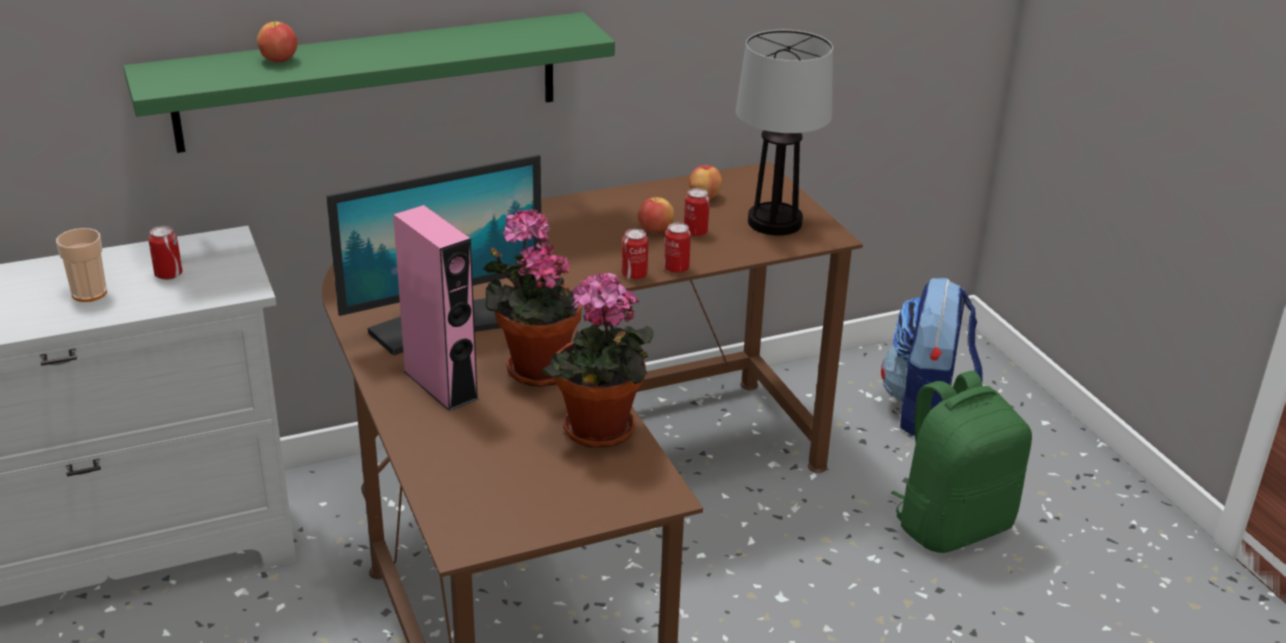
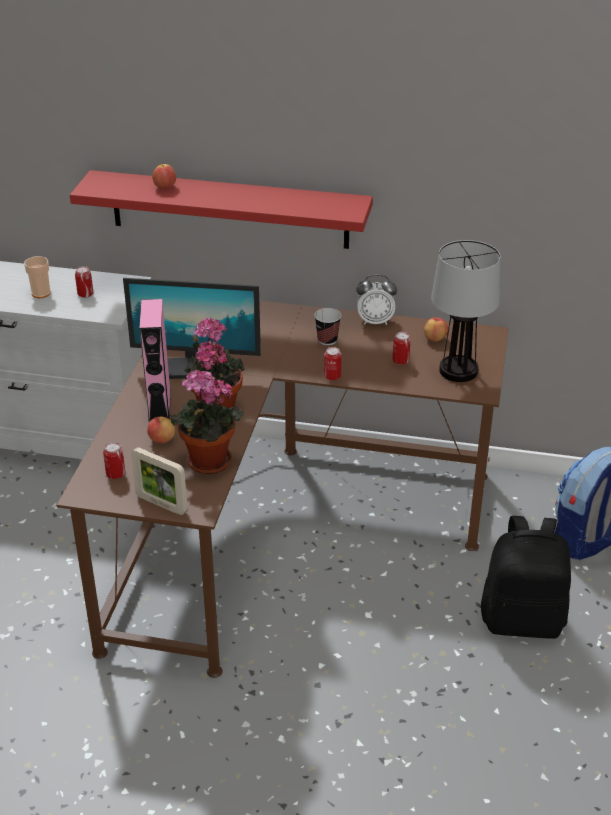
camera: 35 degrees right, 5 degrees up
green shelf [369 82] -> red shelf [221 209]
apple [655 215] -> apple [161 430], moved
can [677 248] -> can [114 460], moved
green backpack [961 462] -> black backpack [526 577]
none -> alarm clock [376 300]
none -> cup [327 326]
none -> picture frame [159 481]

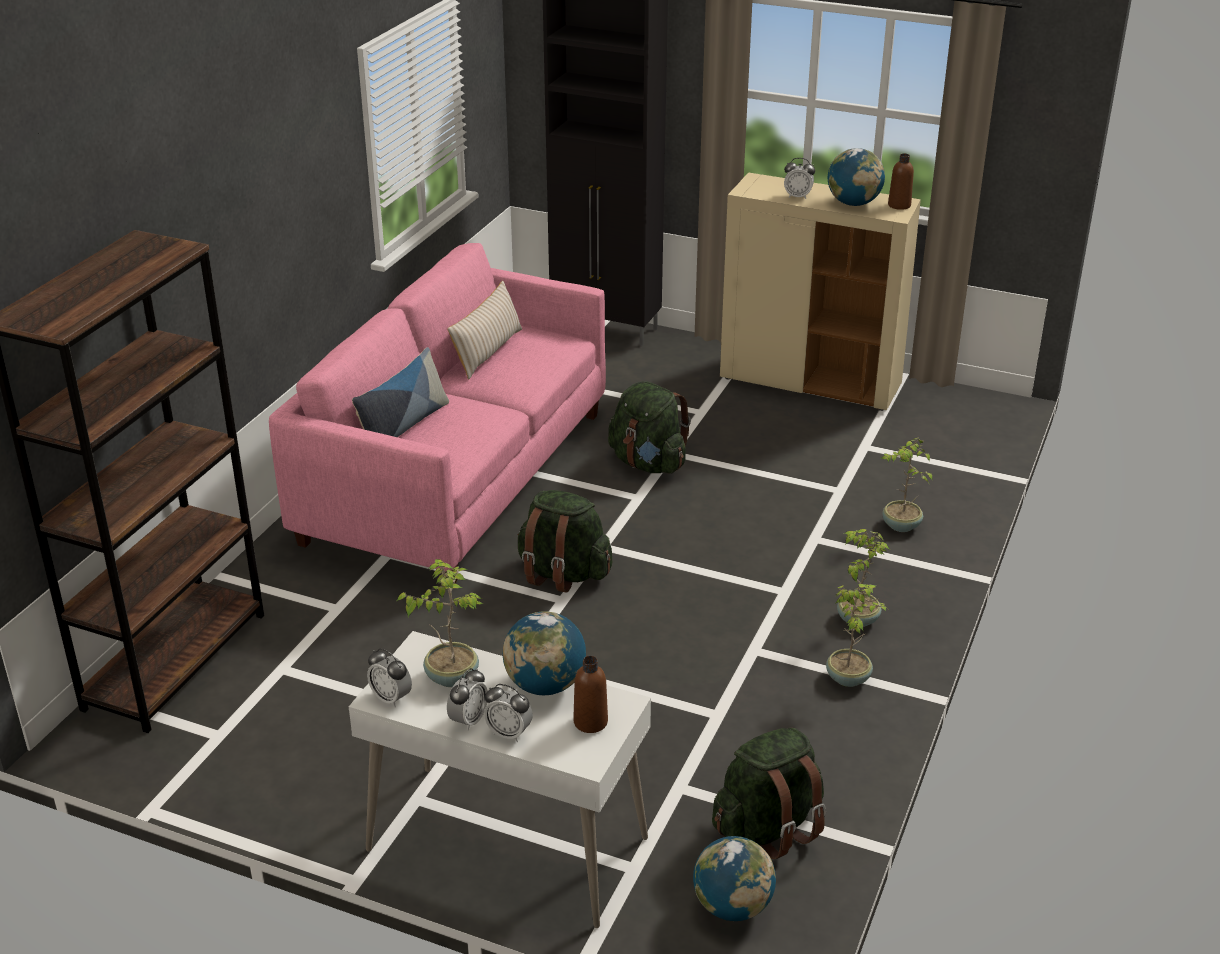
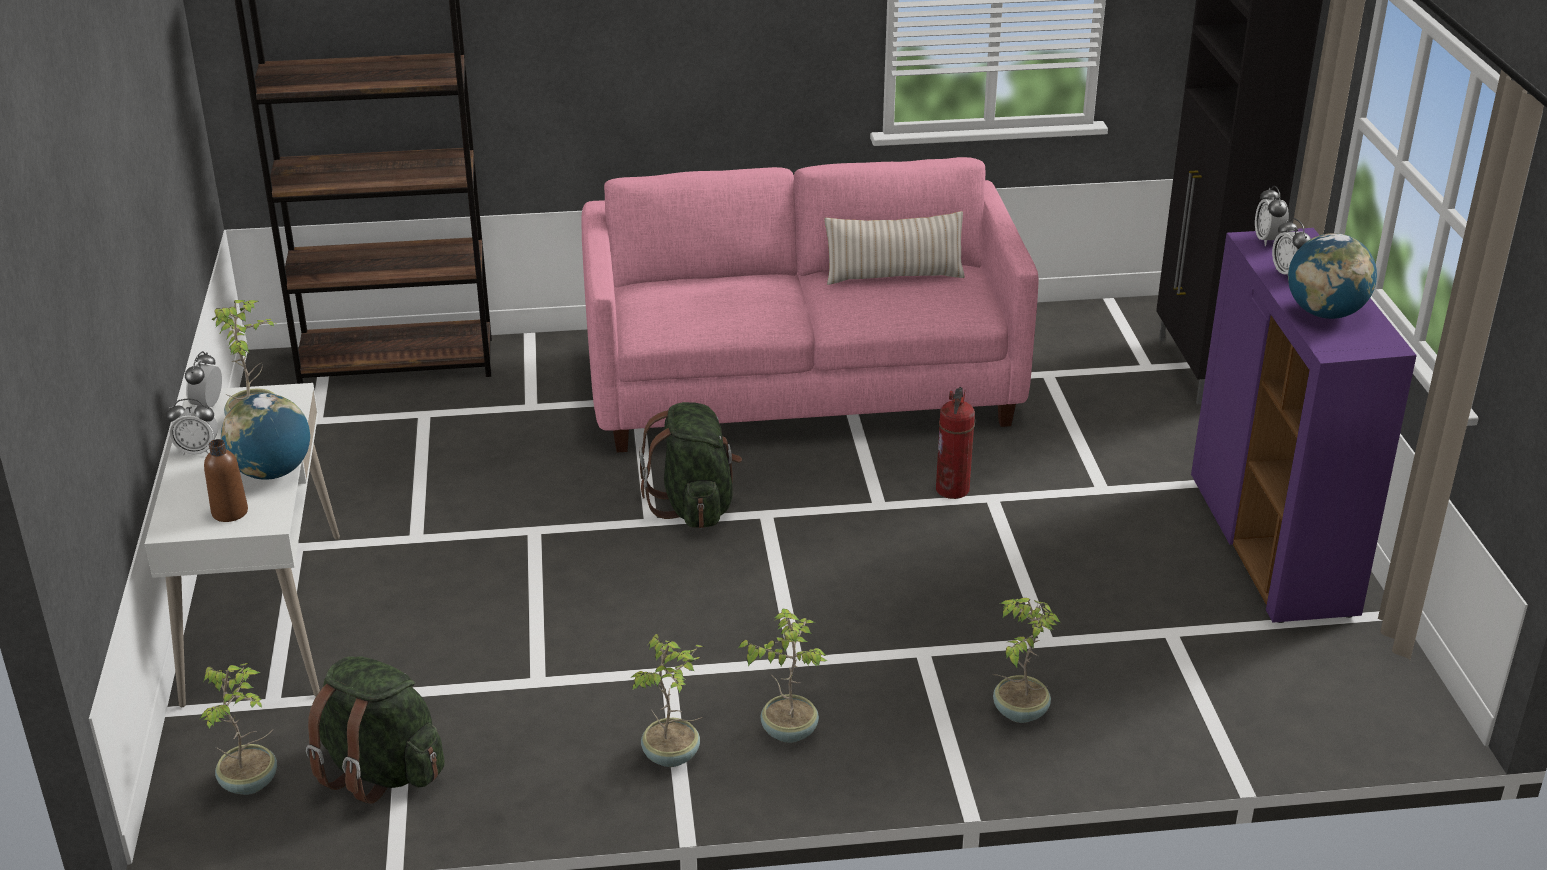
camera: 60 degrees right, 0 degrees up
brown bottle [901 181] -> none
beige cabinet [820 291] -> purple cabinet [1304 425]
pillow [400 392] -> none
green backpack [649 427] -> fire extinguisher [955 443]
alarm clock [508 713] -> alarm clock [1272 216], moved
globe [734 878] -> potted plant [238 729]

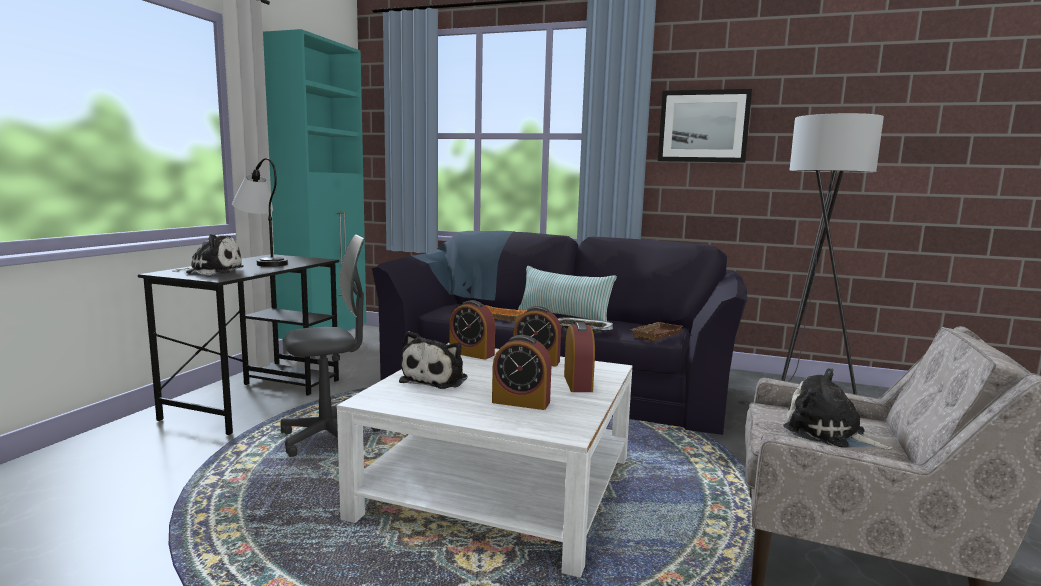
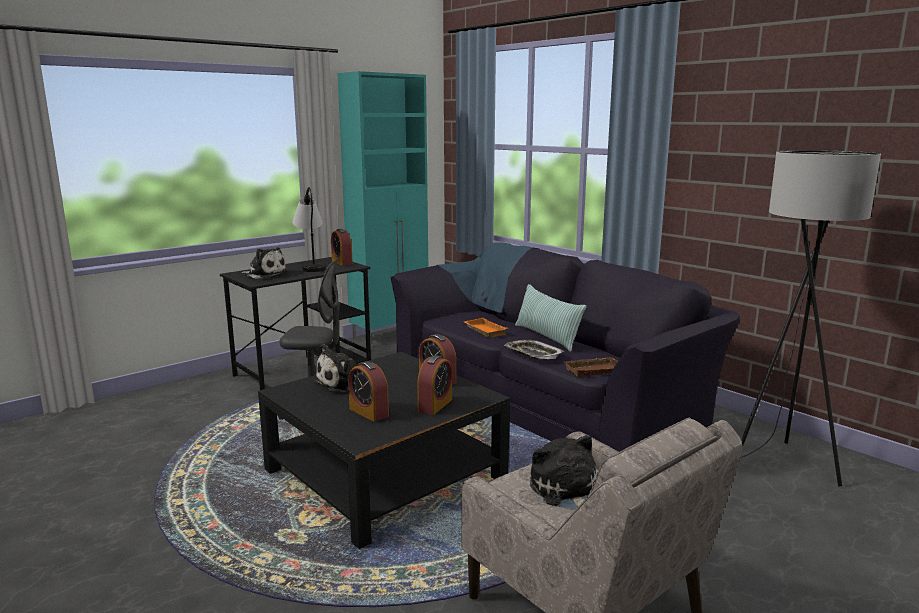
camera: 30 degrees right, 5 degrees up
picture [705 126] -> none
alarm clock [472 330] -> alarm clock [342 247], moved
white coffee table [484 460] -> black coffee table [384 450]

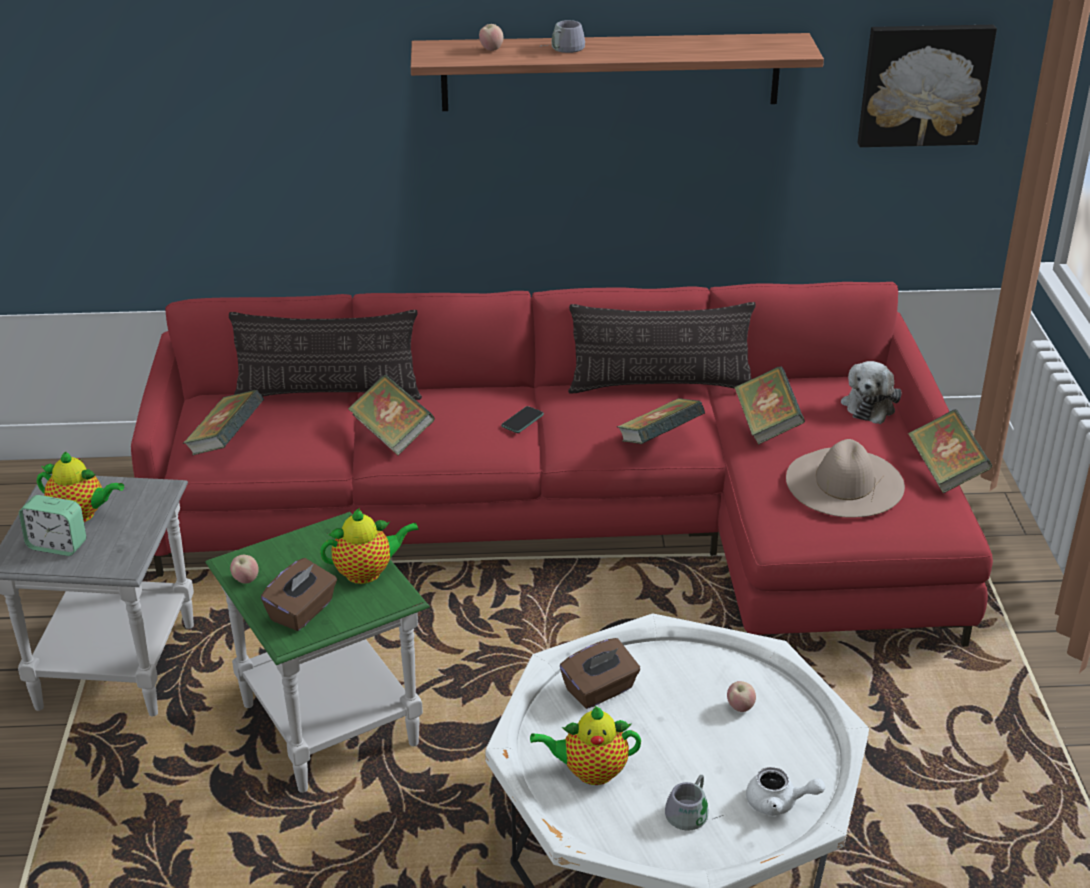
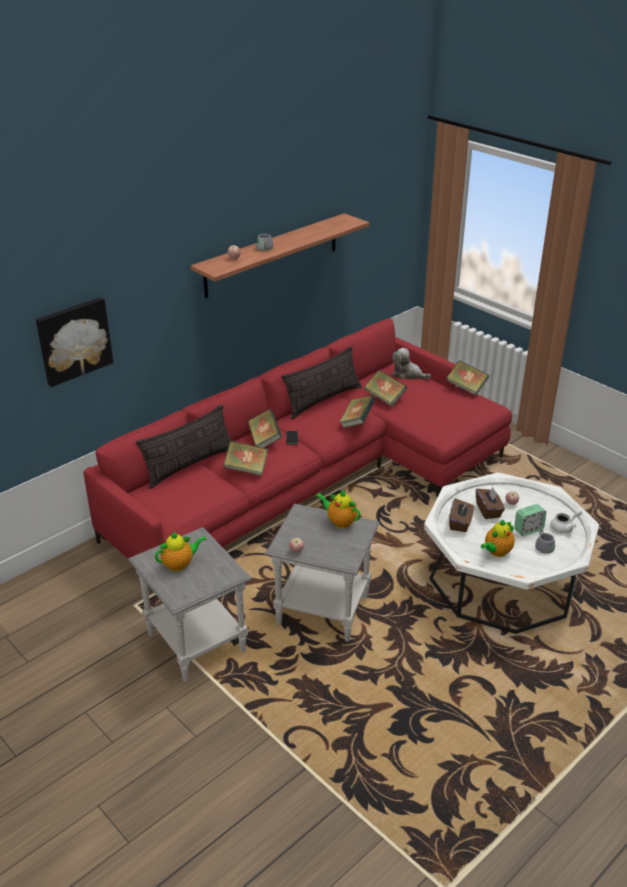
camera: 40 degrees left, 0 degrees up
picture [927 86] -> picture [74 342], moved
plush toy [871 392] -> plush toy [411 363], 135 degrees clockwise
book [223 422] -> book [265 428], moved
beige hat [845 478] -> none
alarm clock [52 525] -> alarm clock [530 520], moved
teapot [369 546] -> teapot [338 509], 90 degrees counterclockwise
green side table [318 652] -> grey side table [322 573]
brown tissue box [299 594] -> brown tissue box [490 503], moved

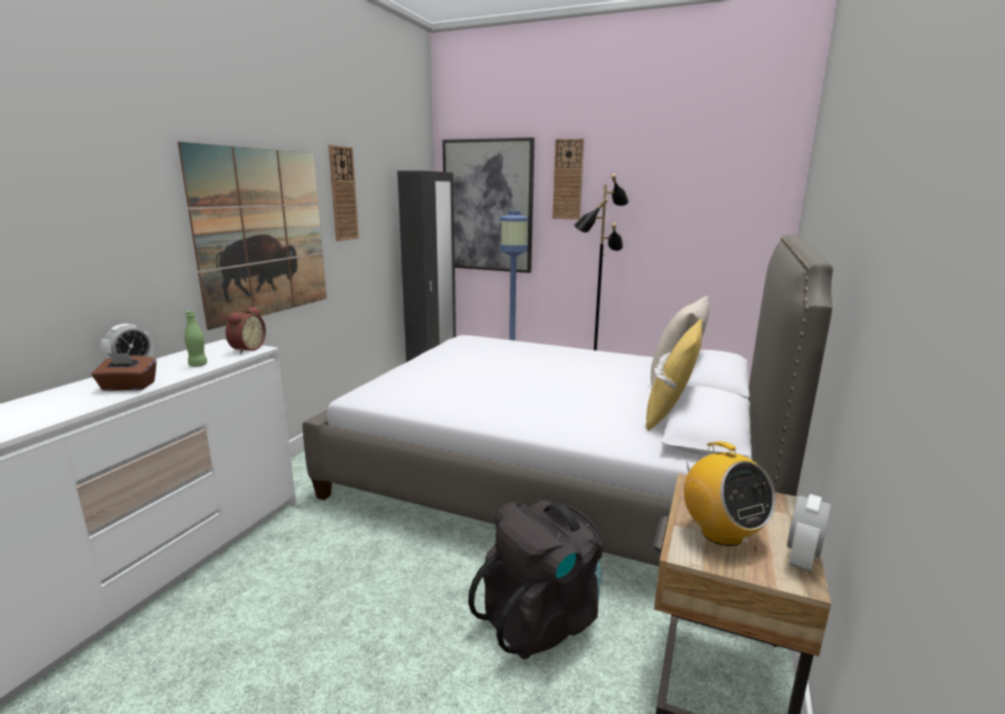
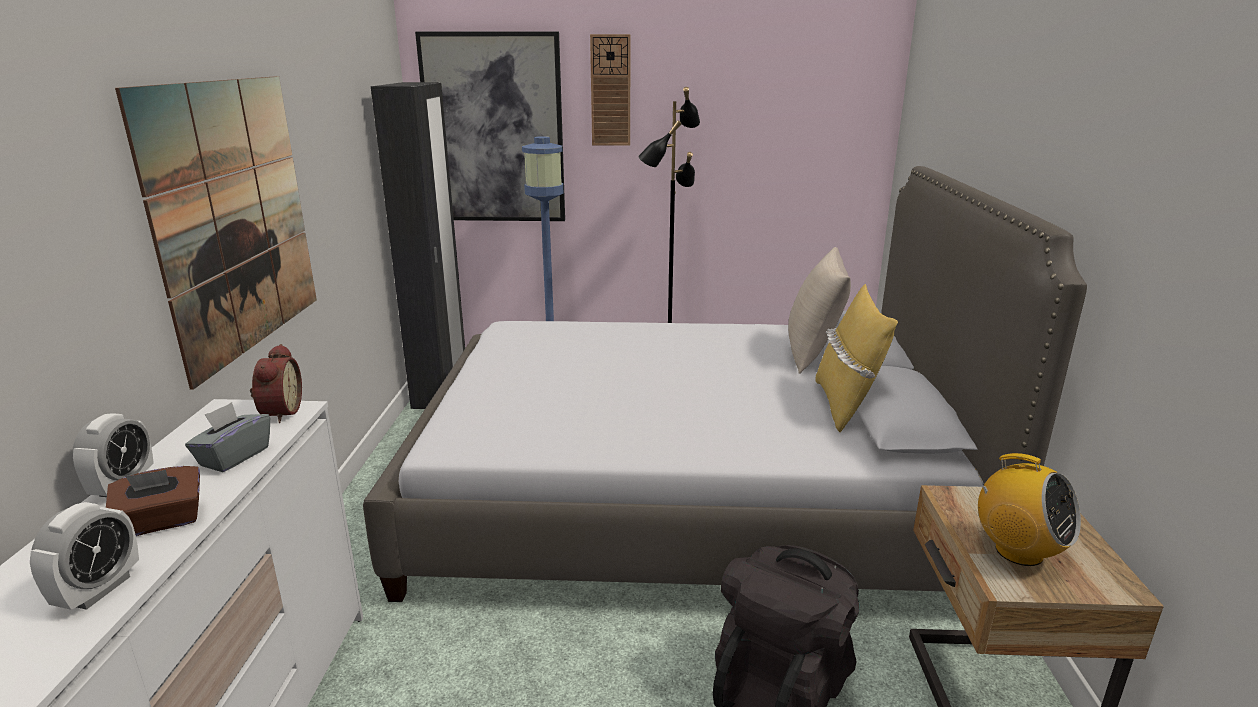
camera: 20 degrees left, 5 degrees up
wall clock [343 193] -> none
green bottle [195 338] -> grey tissue box [227 437]
alarm clock [809 533] -> alarm clock [84 556], moved

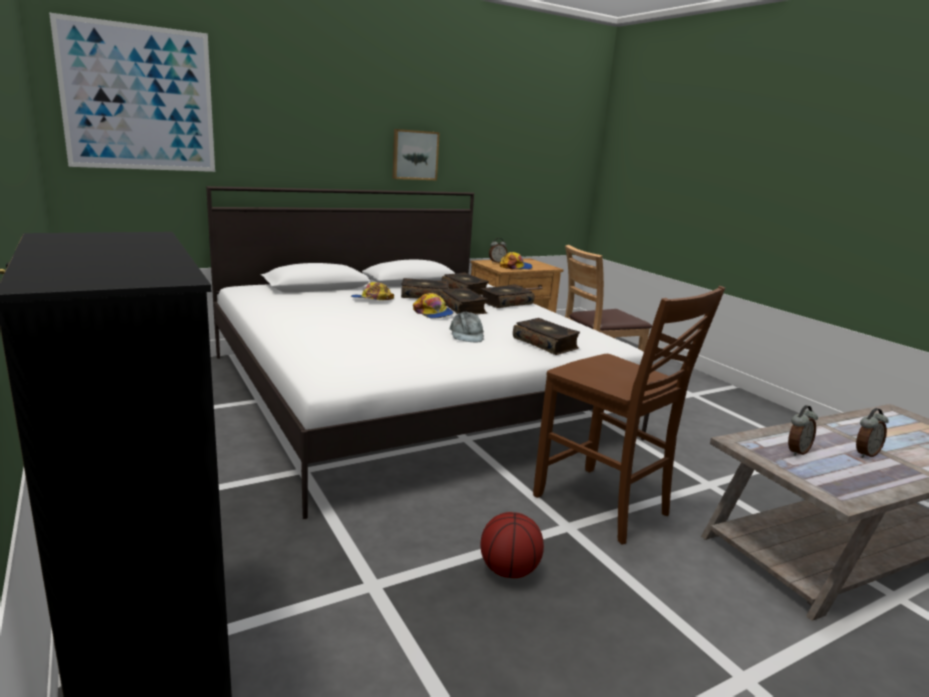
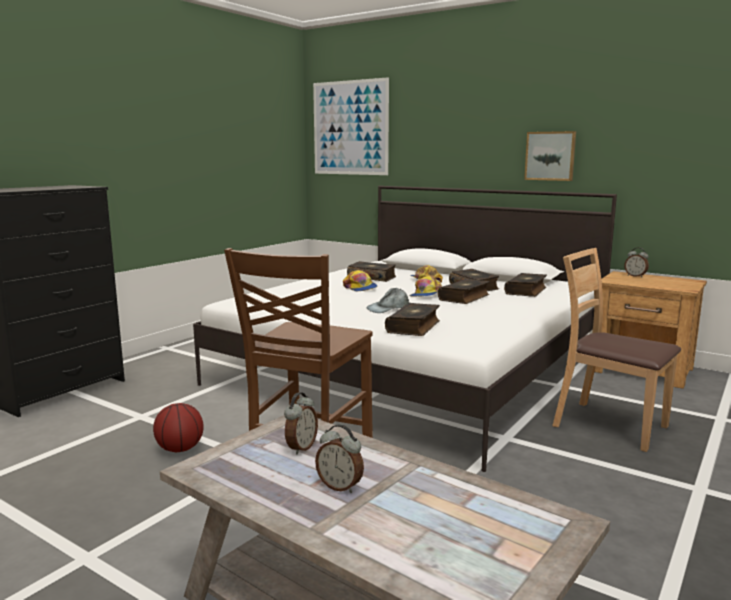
camera: 65 degrees right, 5 degrees down
cap [516 261] -> cap [360 280], moved
book [508 296] -> book [371 271], moved
alarm clock [803 430] -> alarm clock [301 423], 90 degrees counterclockwise

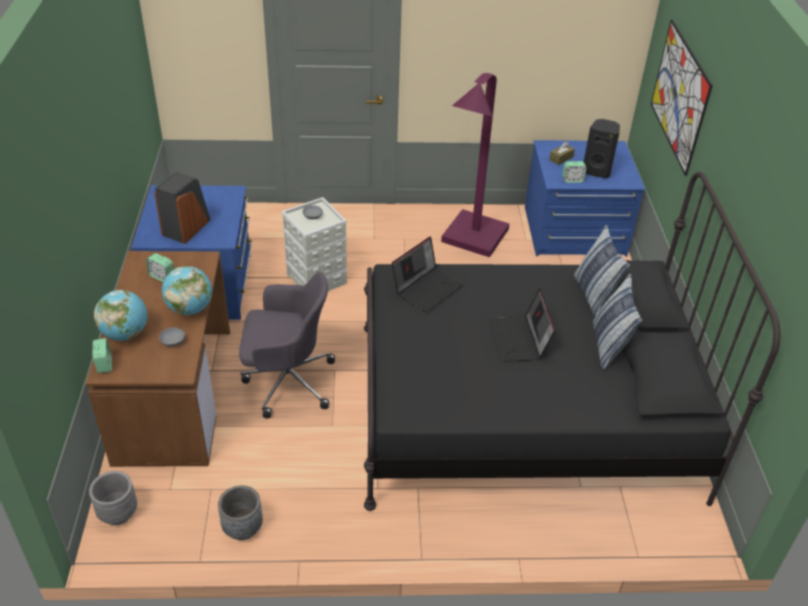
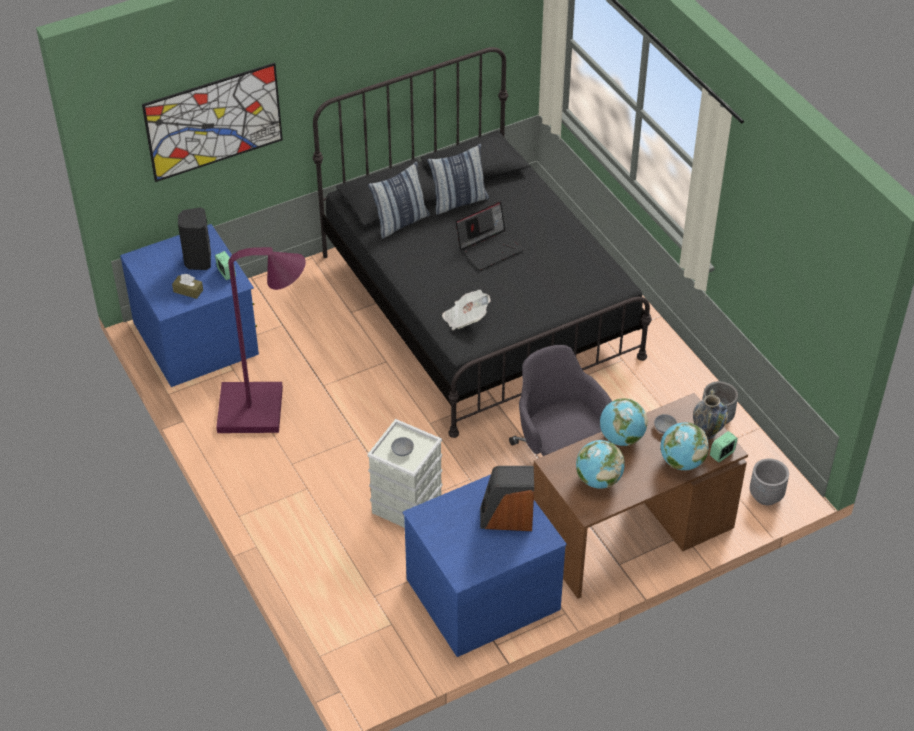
camera: 115 degrees left, 5 degrees up
laptop [428 274] -> newspaper [466 310]
alarm clock [160 267] -> globe [600 464]
none -> vase [710 414]

